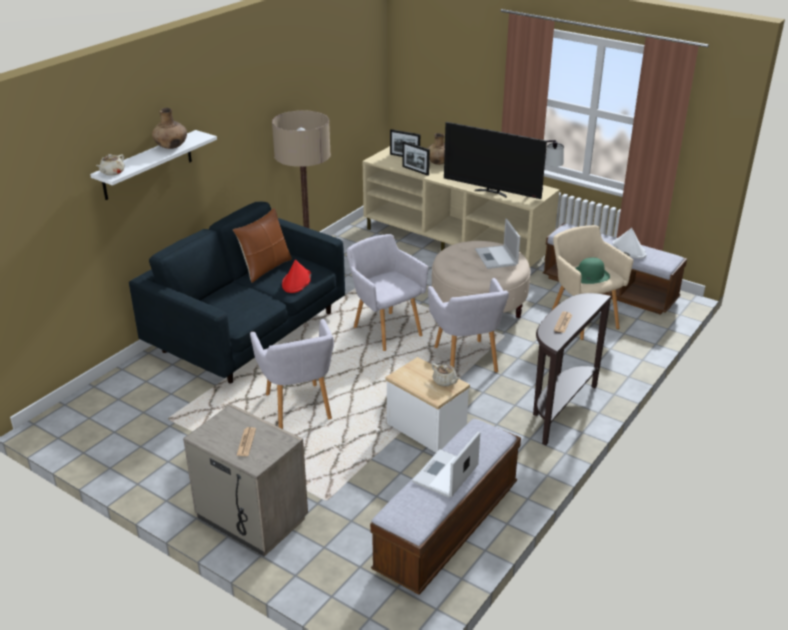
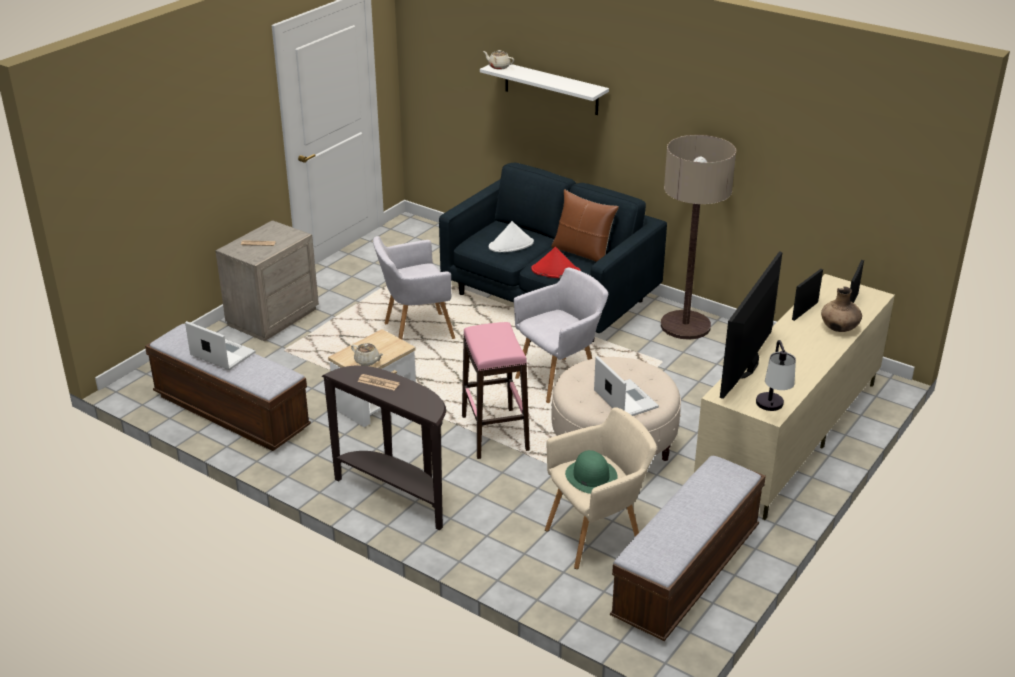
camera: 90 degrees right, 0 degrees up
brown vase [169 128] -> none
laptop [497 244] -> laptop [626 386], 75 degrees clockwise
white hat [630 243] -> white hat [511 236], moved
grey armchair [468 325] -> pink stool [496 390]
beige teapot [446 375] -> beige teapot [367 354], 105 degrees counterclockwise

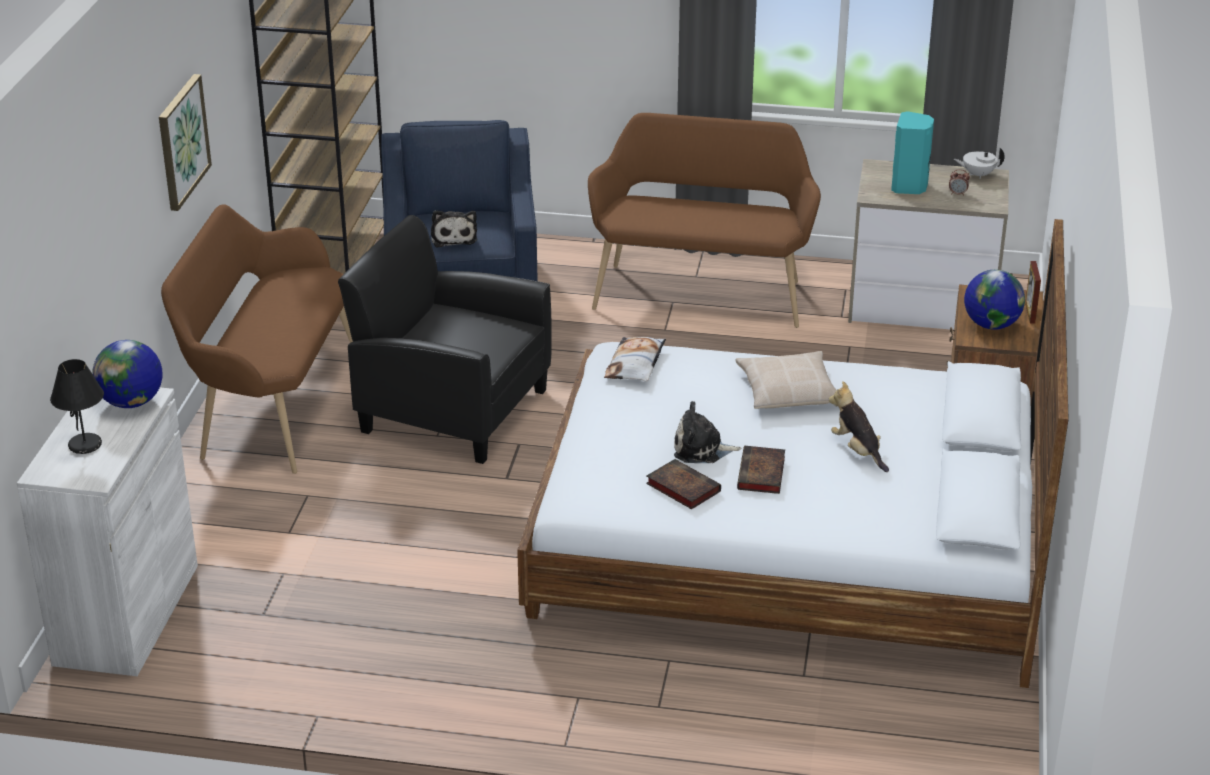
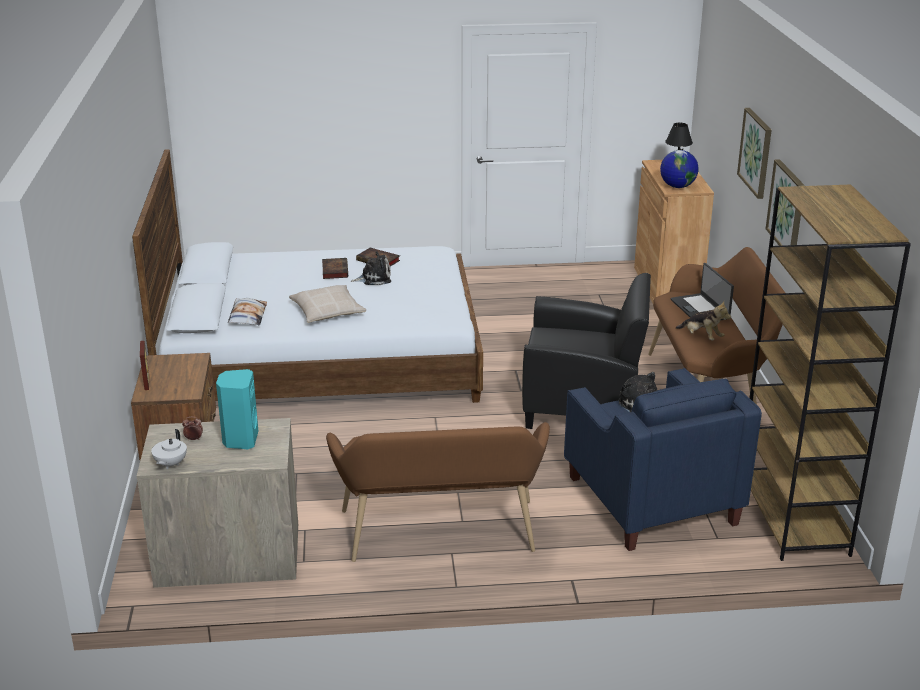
camera: 165 degrees right, 5 degrees down
white teapot [979 163] -> white teapot [169 449], 120 degrees clockwise
globe [994 300] -> none
pillow [635 359] -> pillow [247 311], moved
plush toy [859 426] -> plush toy [703 321], moved
white cabinet [107 531] -> brown cabinet [674 231]
none -> picture [754 153]
none -> laptop [702 291]

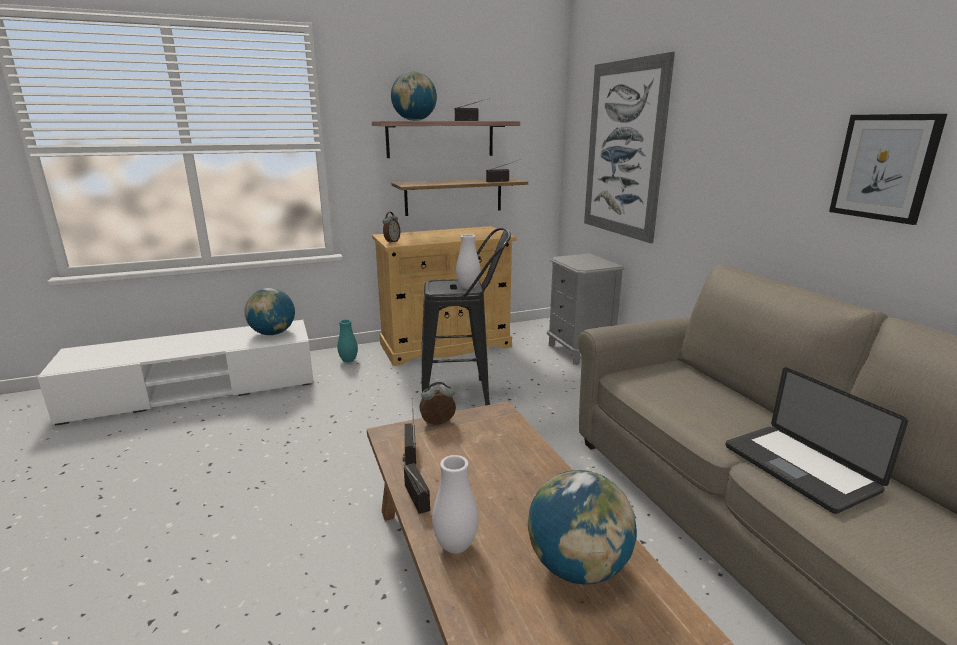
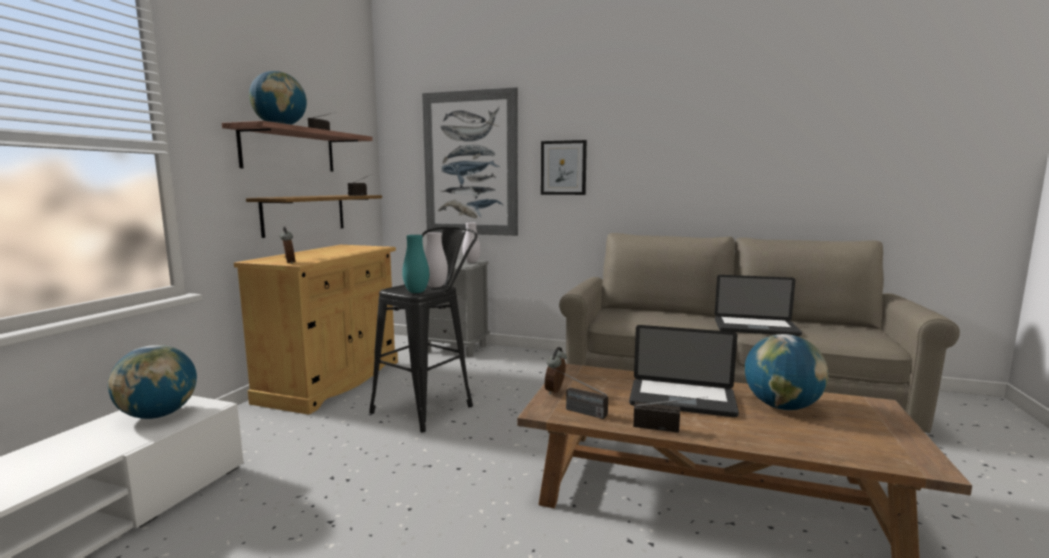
camera: 50 degrees left, 10 degrees down
picture [888 169] -> picture [564 167], moved
turquoise vase [347 341] -> turquoise vase [415 264], moved
white vase [455 504] -> white vase [471 243], moved
none -> laptop [684 371]

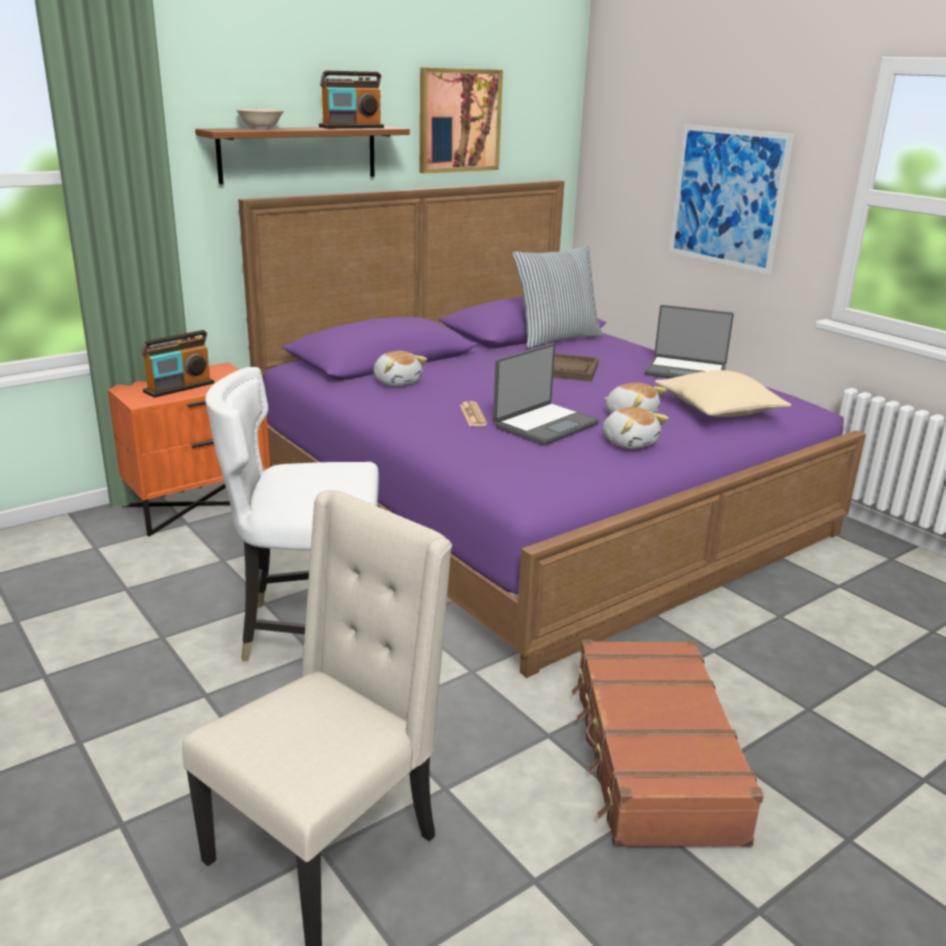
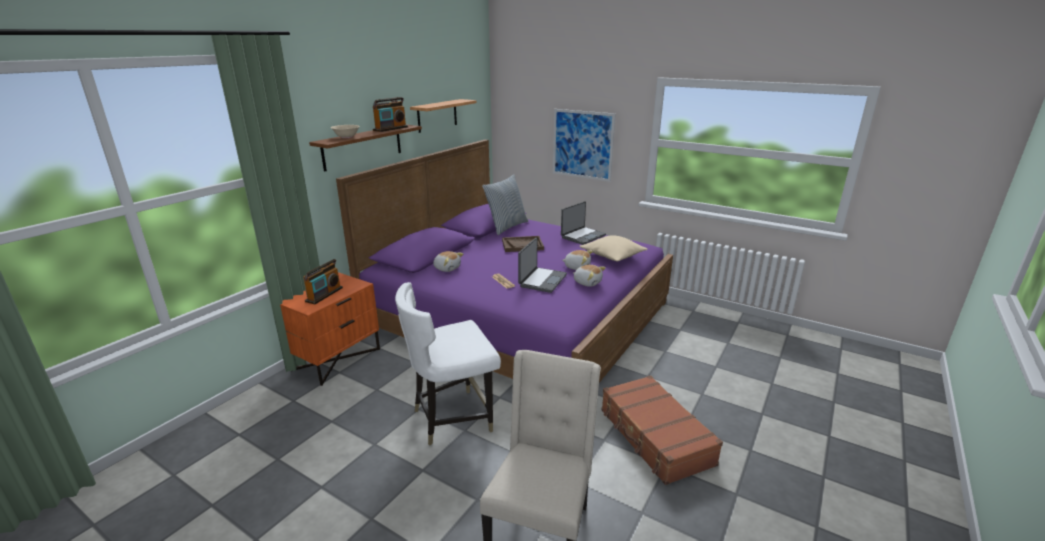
camera: 20 degrees left, 0 degrees up
picture [461 120] -> shelf [443 116]
laptop [689 341] -> laptop [583 223], 45 degrees counterclockwise

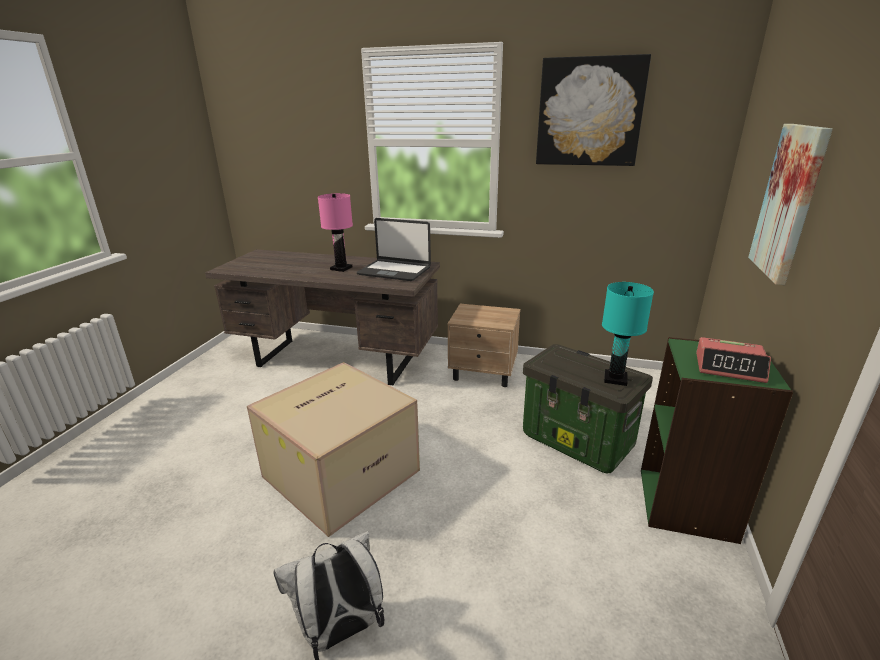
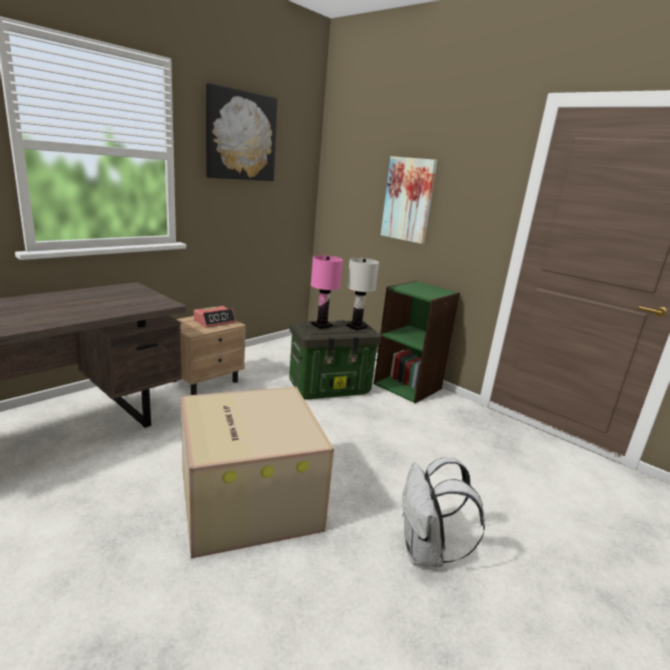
camera: 65 degrees left, 5 degrees down
pink table lamp [335 232] -> pink table lamp [327 292], moved
laptop [394 249] -> none
turquoise table lamp [628 334] -> white table lamp [362 294]
alarm clock [733 360] -> alarm clock [215 316], moved

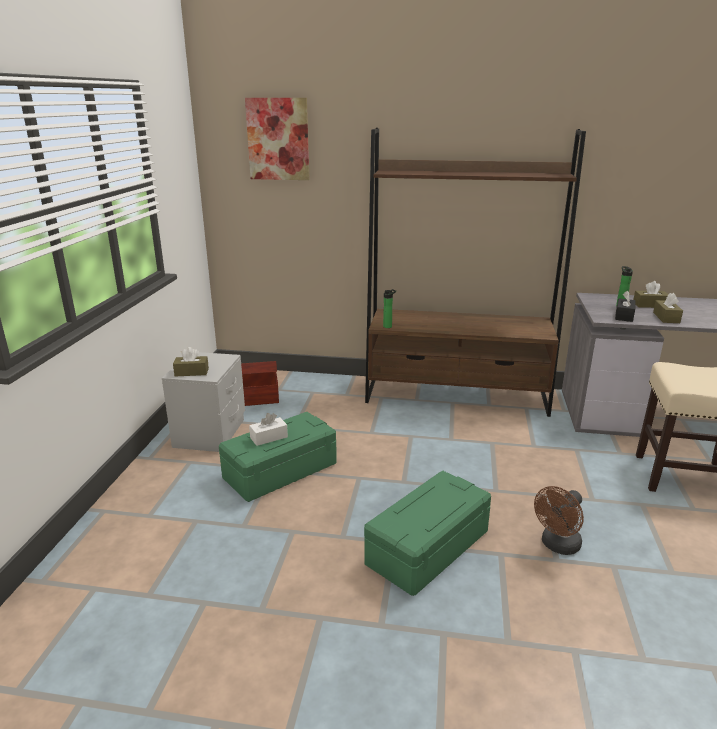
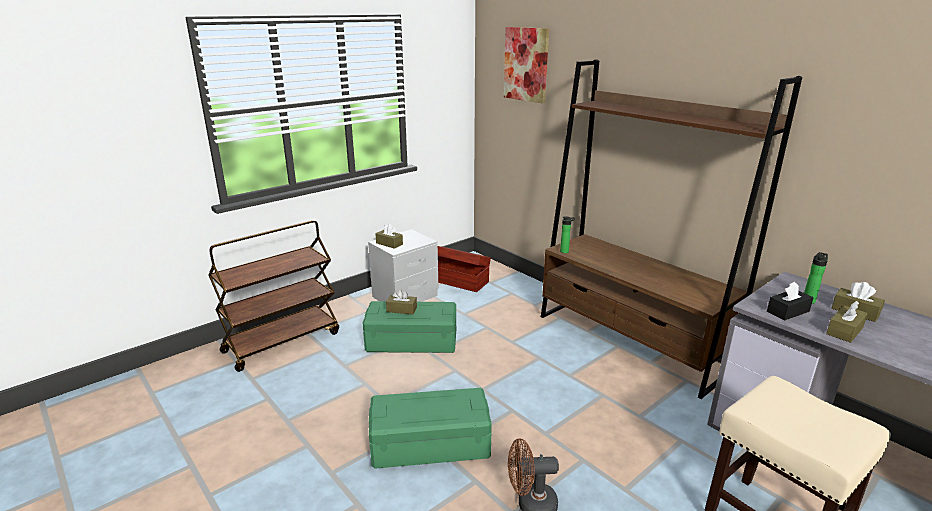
camera: 40 degrees right, 0 degrees up
white tissue box [268 429] -> brown tissue box [401 302]
none -> brown cart [274 296]

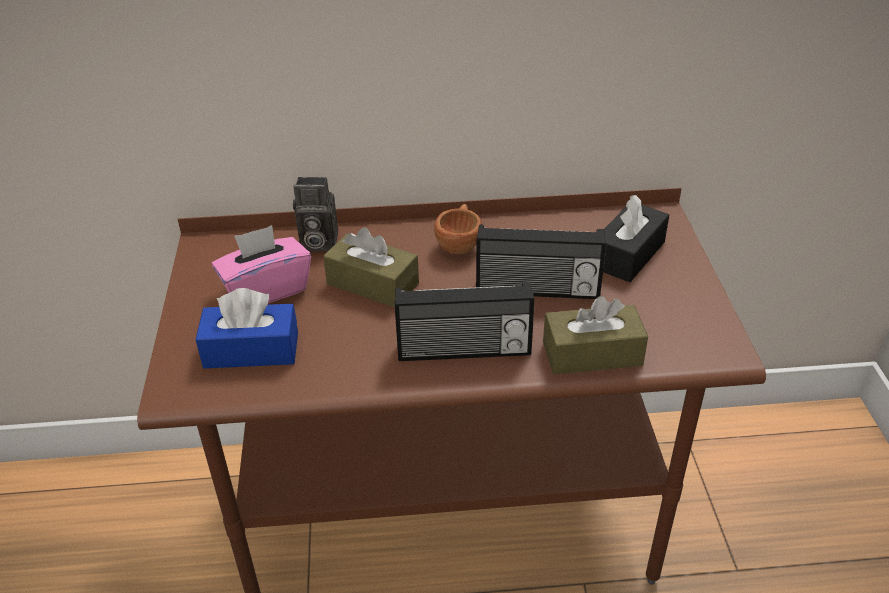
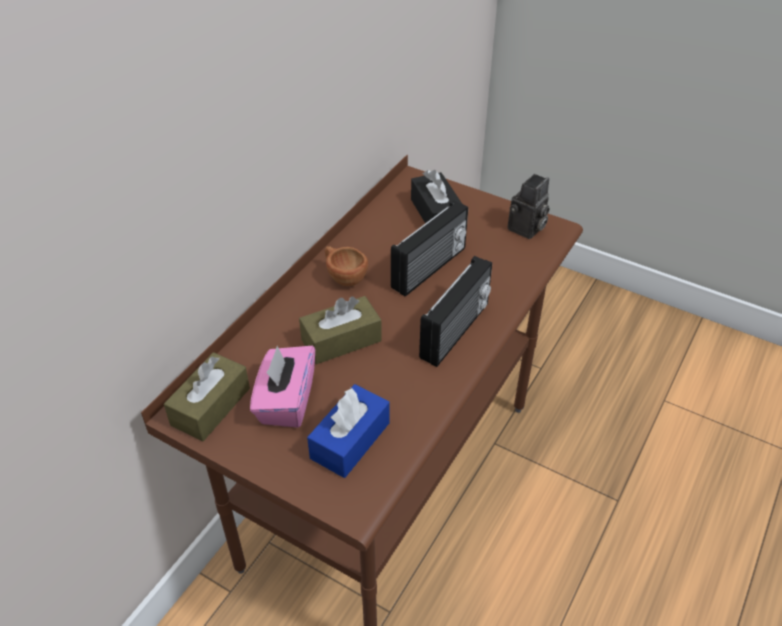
camera: 55 degrees left, 5 degrees up
photo camera [315 214] -> photo camera [528 206], moved
brown tissue box [595 335] -> brown tissue box [207 396], moved

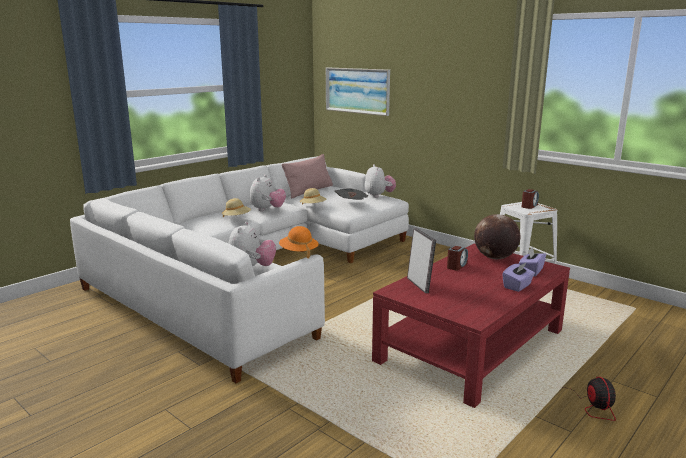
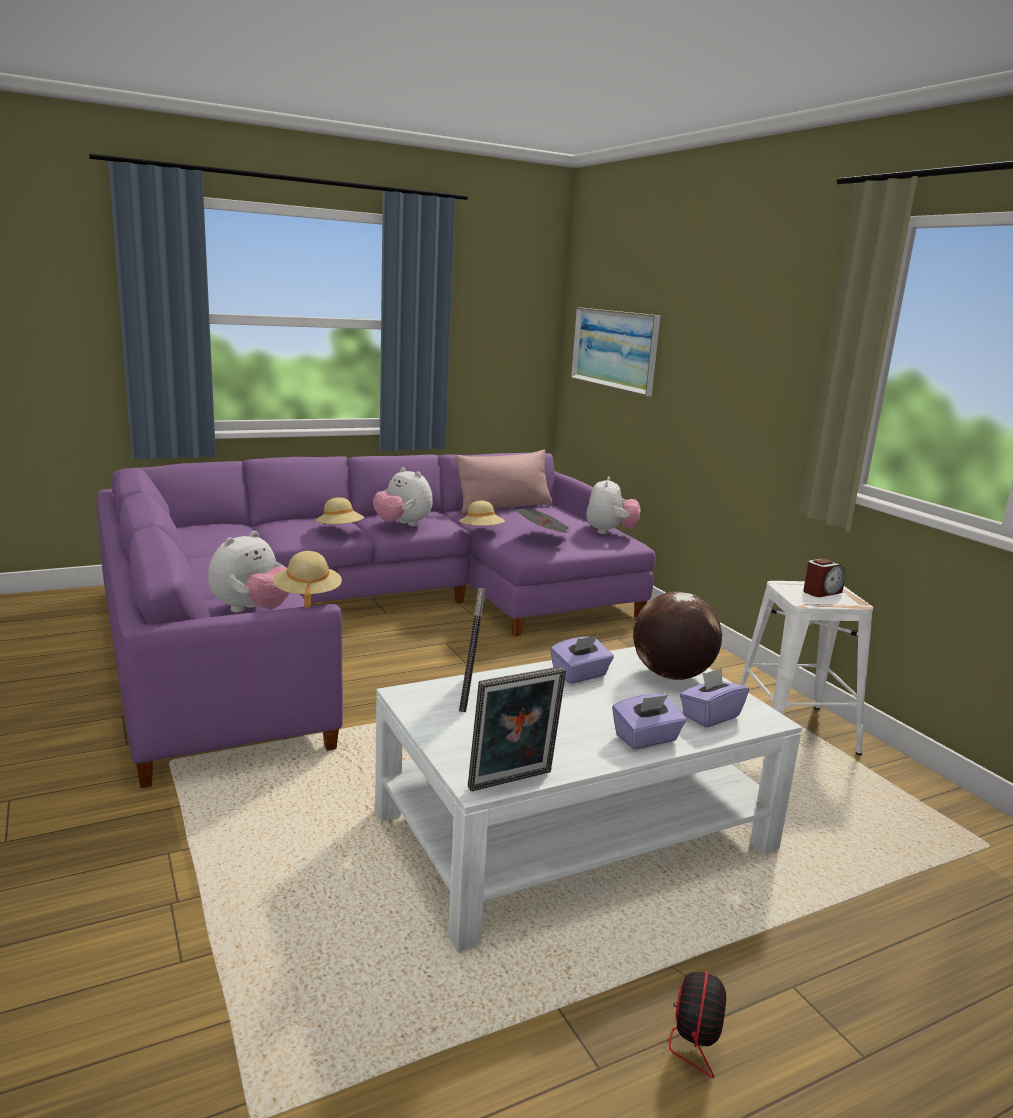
camera: 20 degrees right, 0 degrees up
white sofa [239 269] -> purple sofa [376 620]
plush toy [268 193] -> plush toy [403 496], 90 degrees clockwise
orange hat [299 242] -> beige hat [308 579]
red coffee table [471 326] -> white coffee table [588 799]
alarm clock [457 258] -> purple tissue box [582 659]
none -> picture frame [517 728]

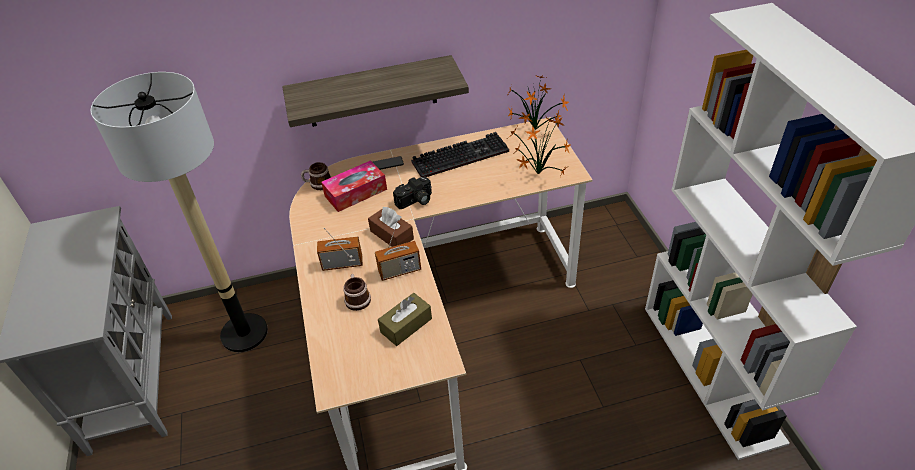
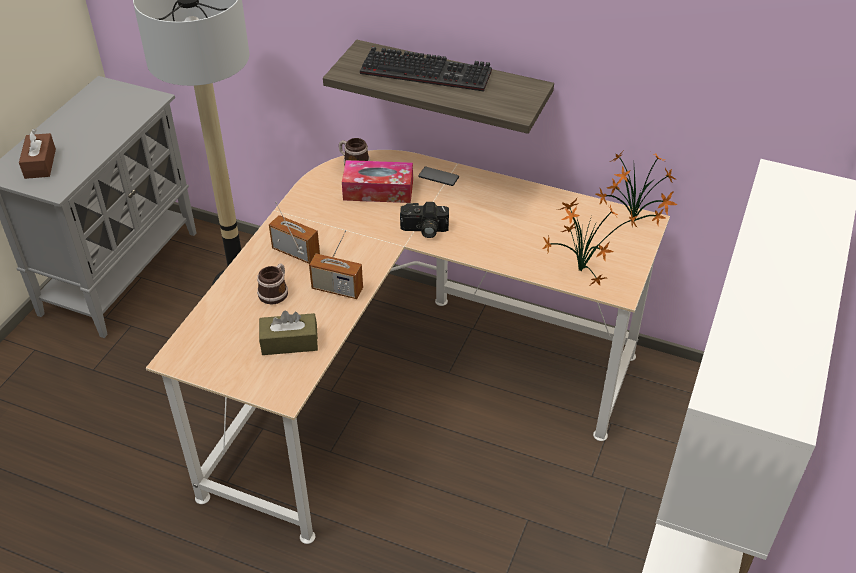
camera: 35 degrees right, 0 degrees up
keyboard [460 154] -> keyboard [426 69], moved
brown tissue box [391 227] -> brown tissue box [37 154], moved

